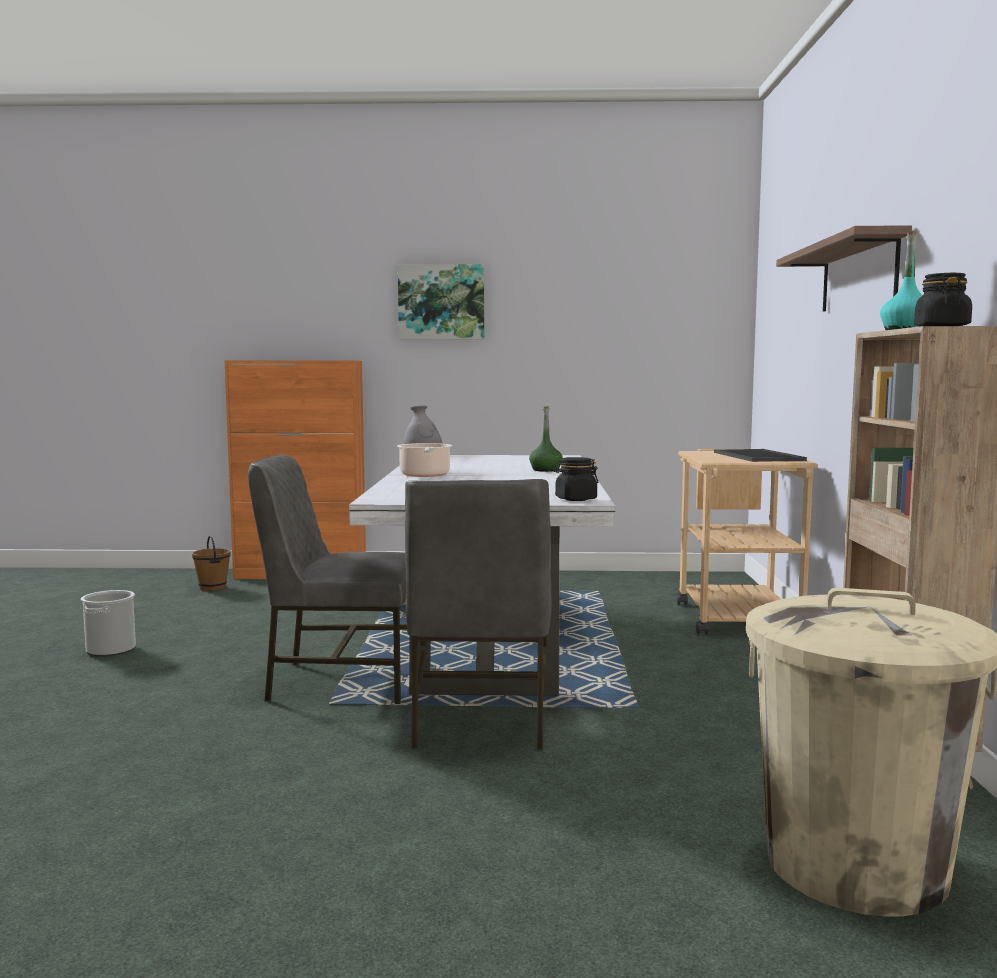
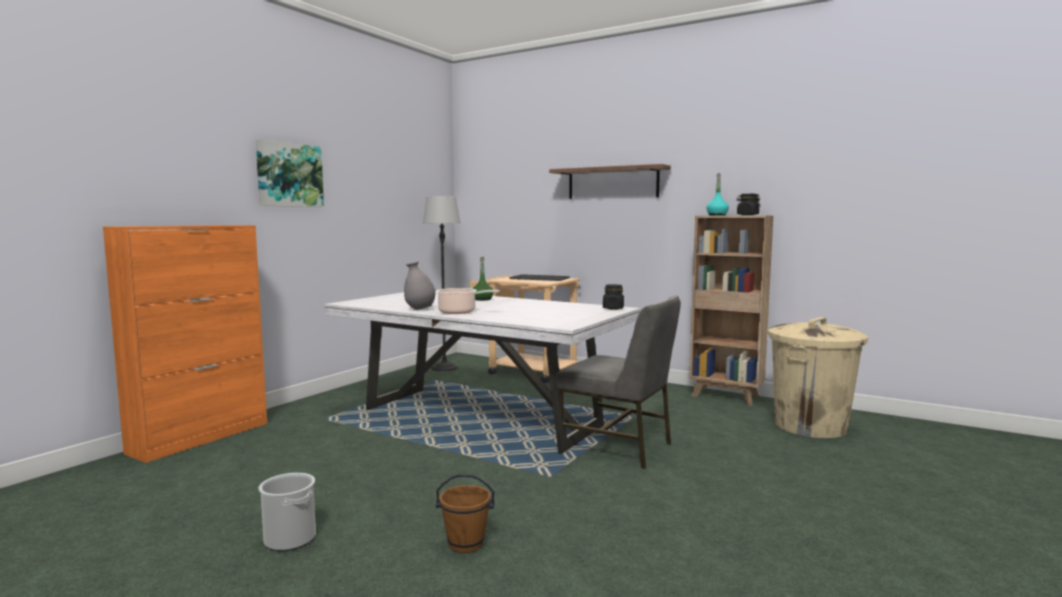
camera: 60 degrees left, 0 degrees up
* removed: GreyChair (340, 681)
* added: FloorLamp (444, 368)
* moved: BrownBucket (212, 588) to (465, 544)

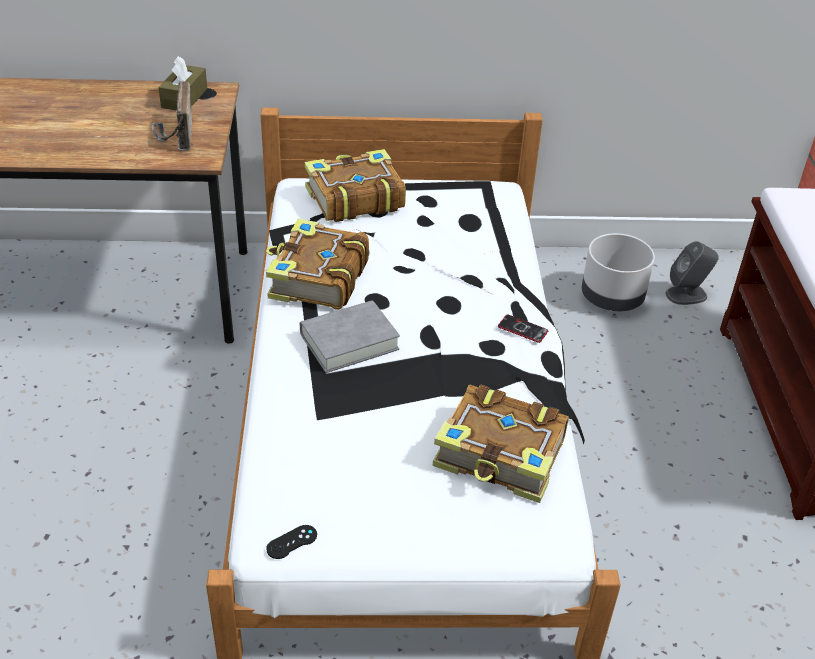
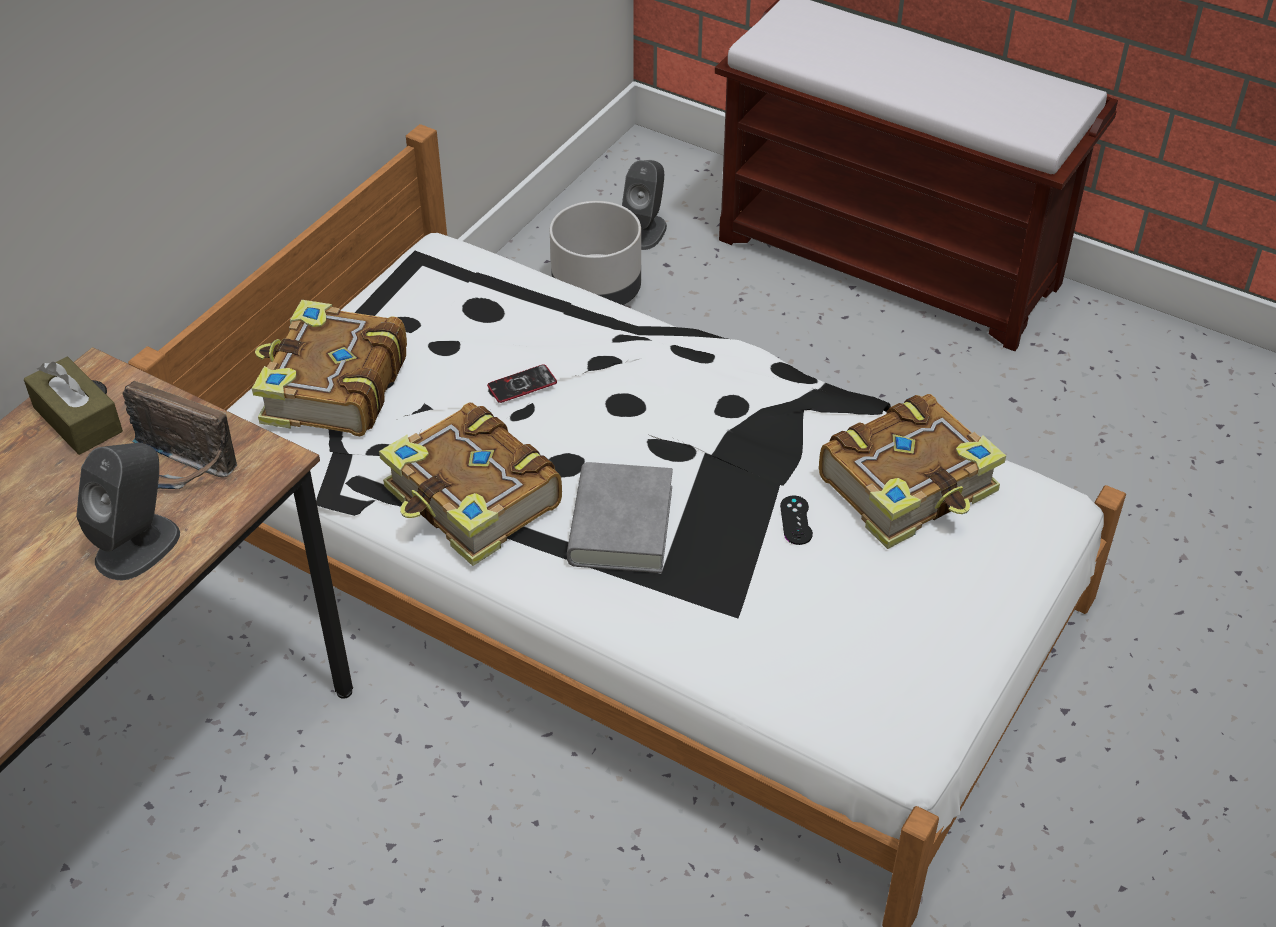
camera: 55 degrees left, 5 degrees up
* added: GreySpeaker (138, 546)
* moved: BlackGameController (292, 542) to (796, 520)
* moved: Phone (522, 329) to (522, 384)

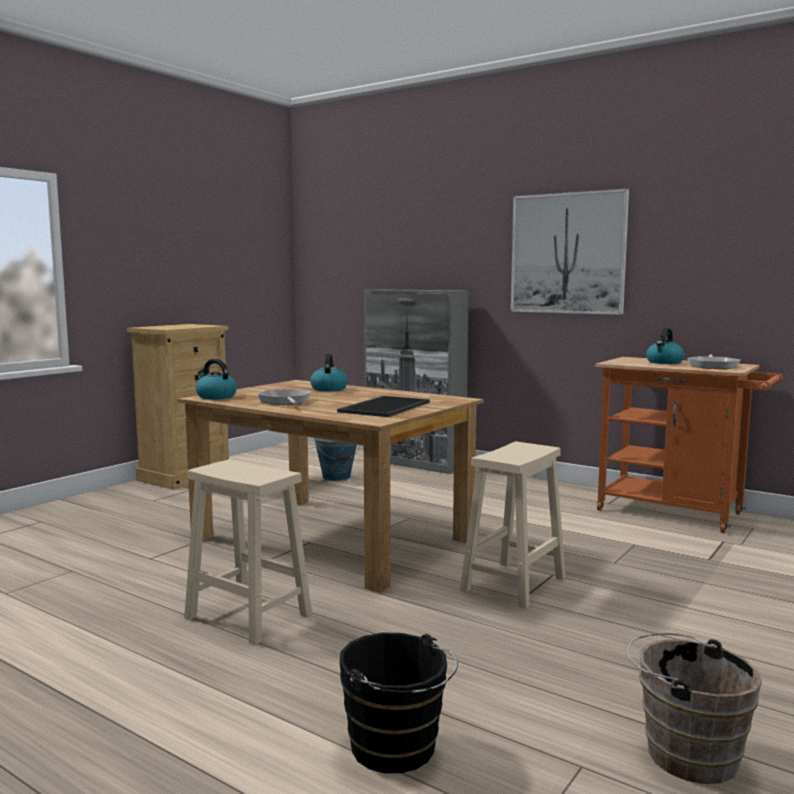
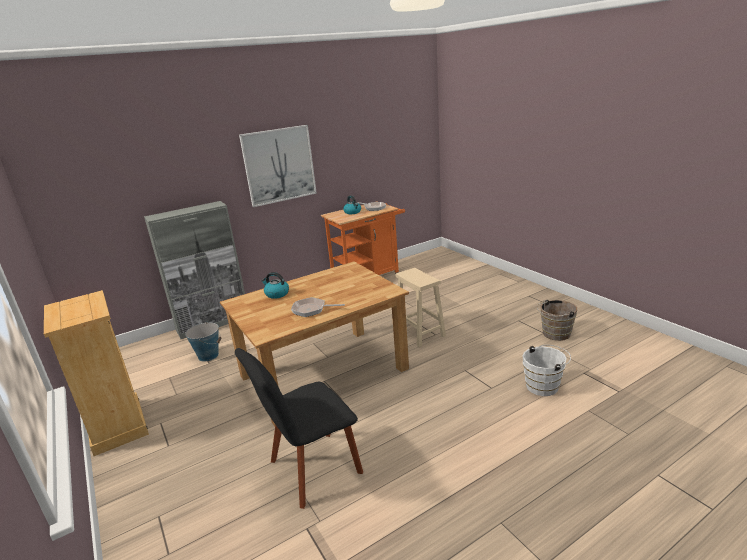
camera: 65 degrees left, 15 degrees up
* removed: BeigeStool (246, 616)
* removed: Kettle (215, 397)
* removed: Tray (384, 407)
* added: BlackChair (311, 469)
* recoloured: BlackBucket (397, 750) to WhiteBucket (544, 386)

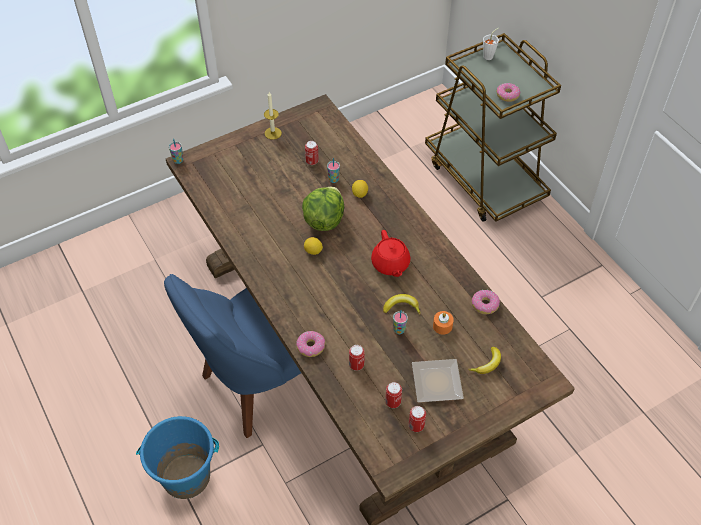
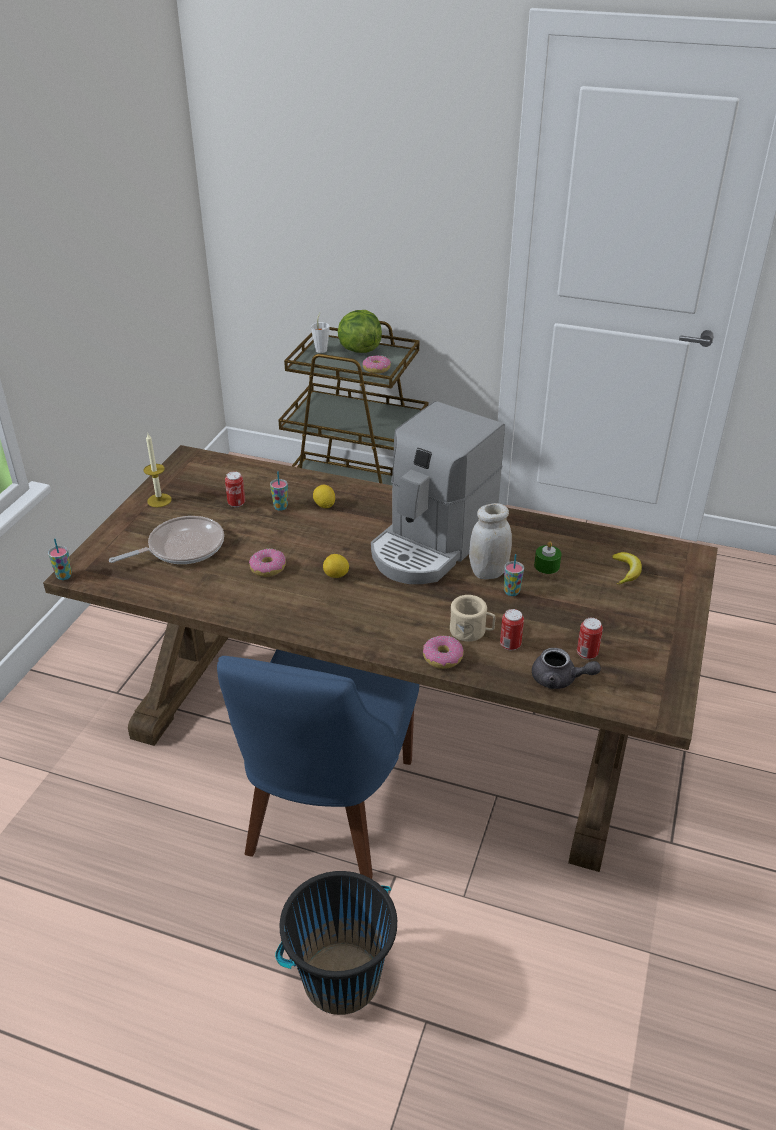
camera: 40 degrees left, 15 degrees down
* removed: Can (416, 426)
* removed: Plate (438, 383)
* added: FryingPan (181, 547)
* added: BeigeMug (471, 631)
* added: GreyTeapot (559, 680)
* moved: Lettuce (324, 220) to (359, 350)
* moved: Donut (485, 305) to (268, 568)
* replaced: RedTeapot (390, 264) to CoffeeMachine (431, 545)
* replaced: Banana (401, 307) to WhiteJar (488, 572)
* recoloured: BlueBucket (186, 476) to BlackBucket (341, 978)
* recoloured: OrangeCandle (442, 326) to GreenCandle (546, 566)

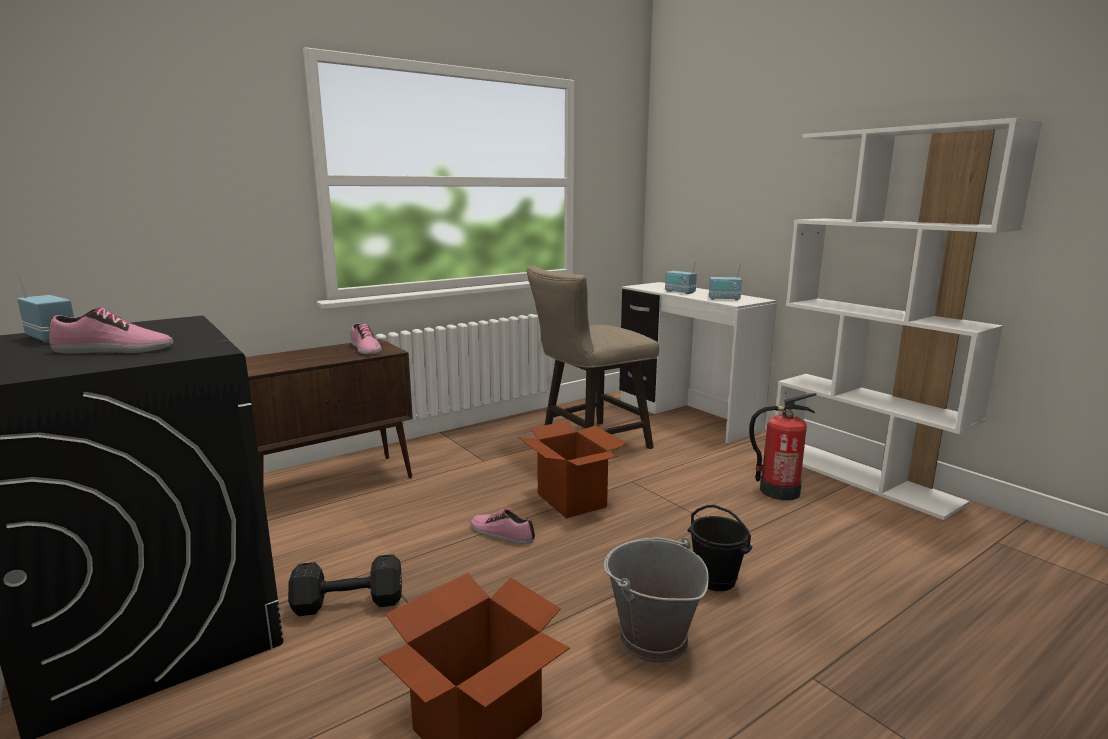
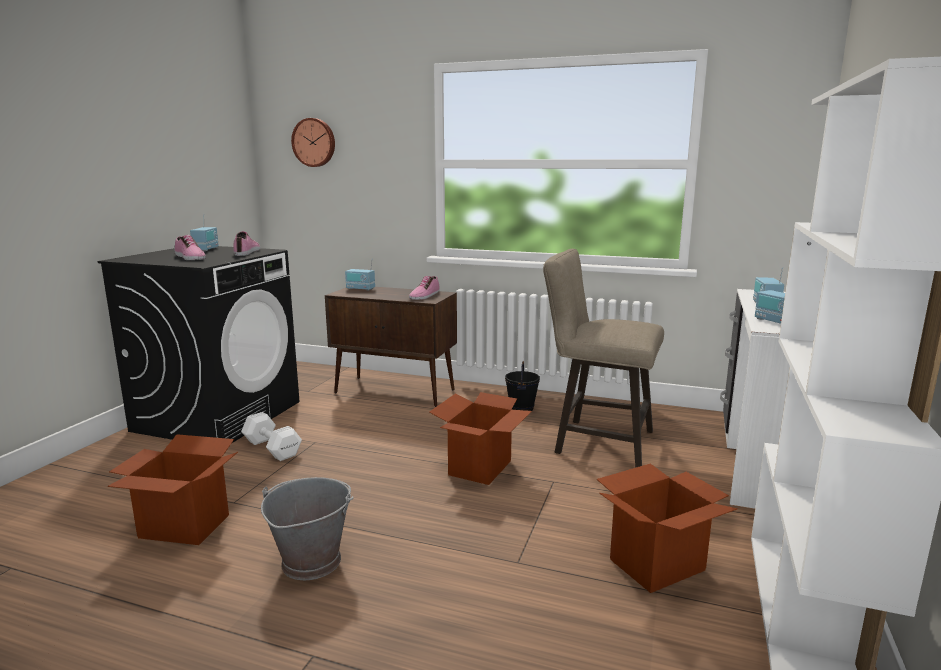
camera: 55 degrees right, 0 degrees up
* added: WallClock (314, 142)
* added: Radio (360, 289)
* moved: Shoe (502, 533) to (247, 252)
* moved: BlackBucket (716, 580) to (522, 409)
* replaced: FireExtinguisher (778, 491) to CardboardBox (657, 564)
* recoloured: BlackDumbbell (346, 603) to WhiteDumbbell (272, 448)

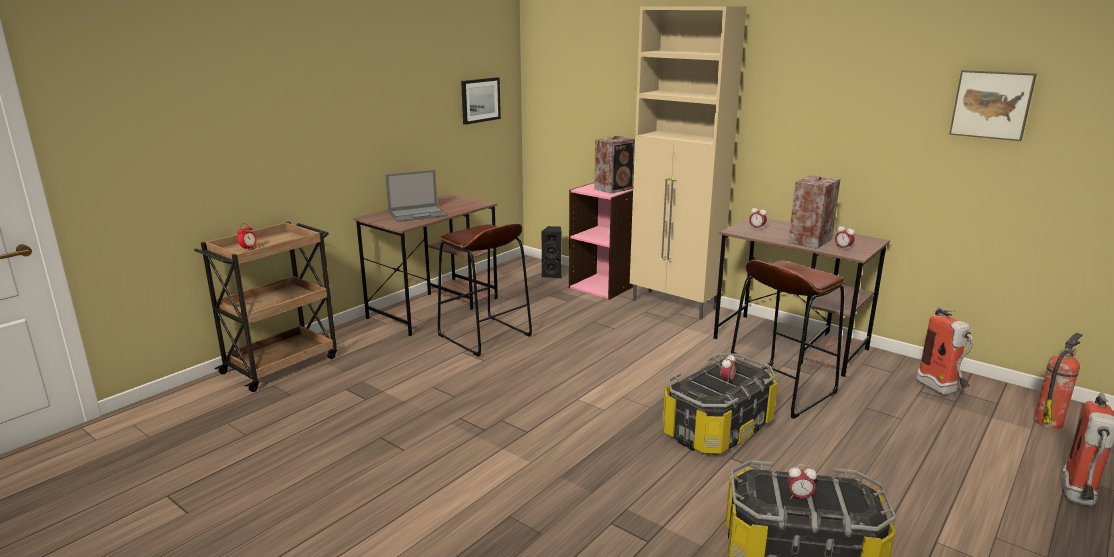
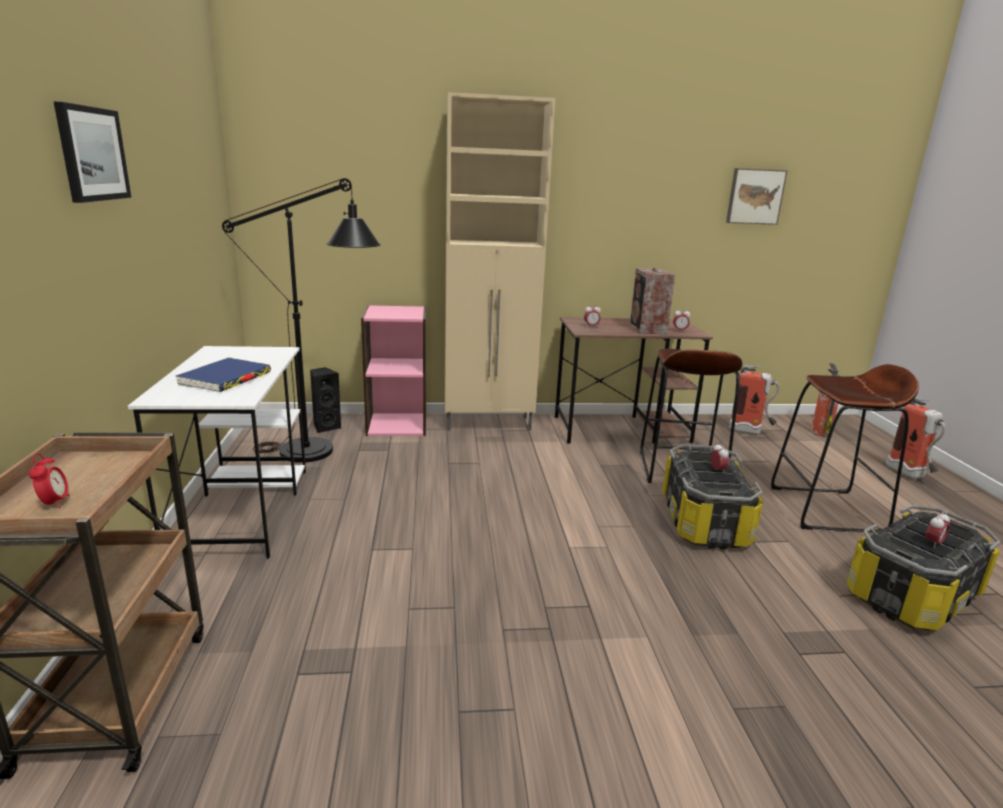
camera: 45 degrees left, 0 degrees up
* removed: Speaker (615, 188)
* added: BlackFloorLamp (321, 452)
* moved: BrownStool (484, 336) to (826, 510)
* moved: Picture (480, 100) to (92, 154)
* replaced: Laptop (418, 214) to BlueBook (225, 379)
* recoloured: BrownDesk (434, 307) to WhiteDesk (243, 509)

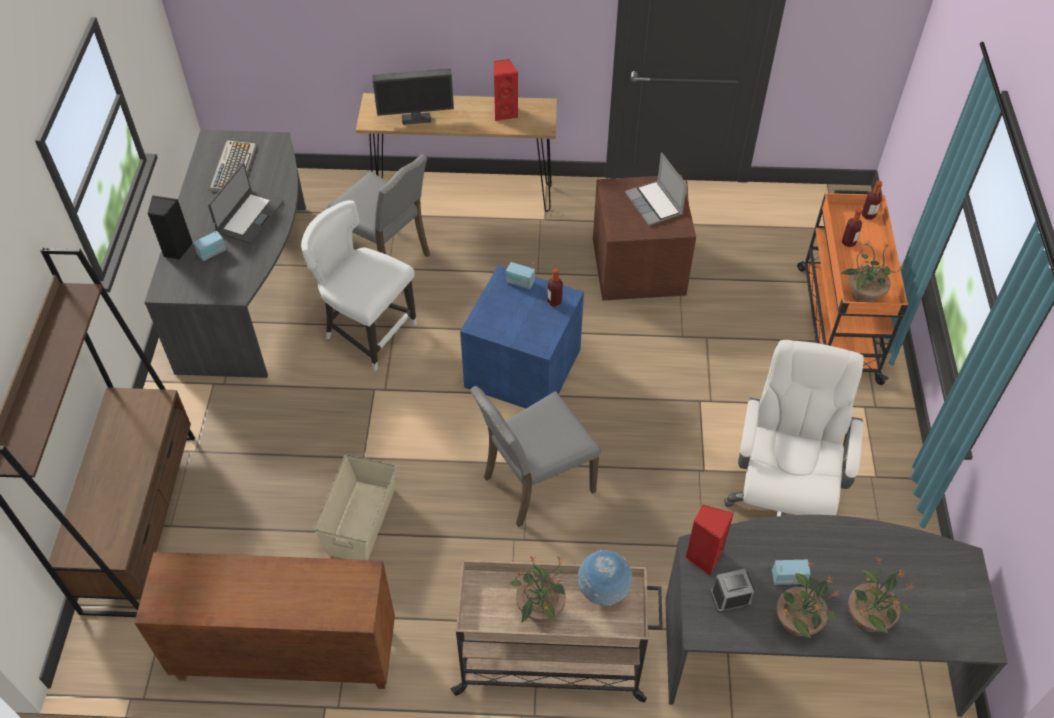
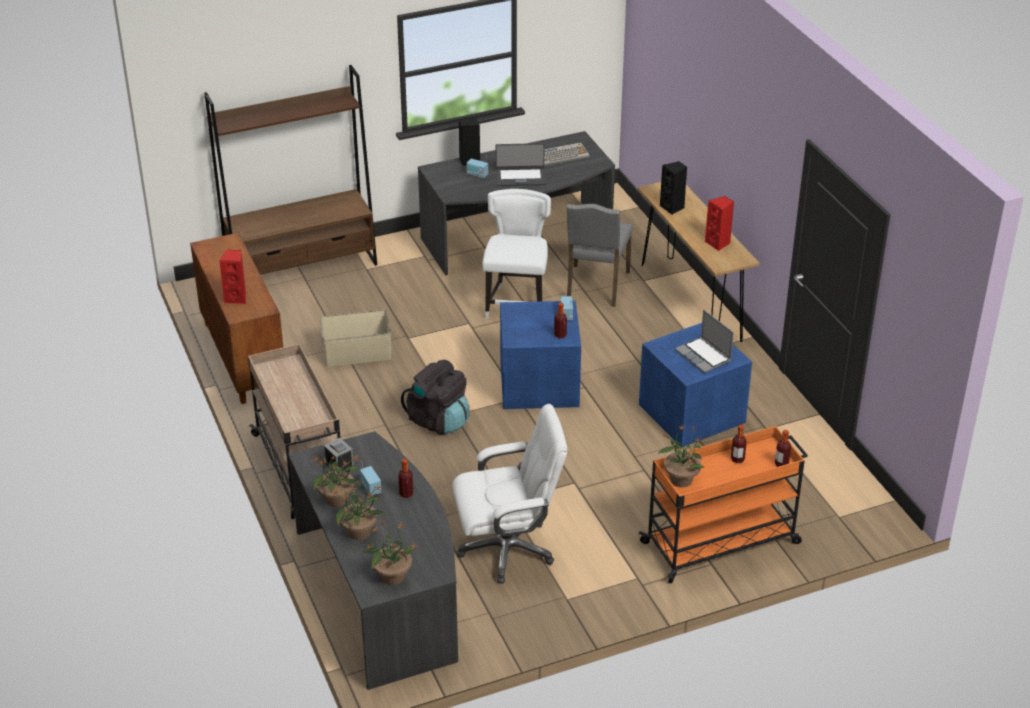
camera: 65 degrees right, 15 degrees down
* removed: Globe (603, 591)
* added: Bottle (406, 494)
* moved: PottedPlant (539, 609) to (392, 576)
* moved: RedSpeaker (703, 556) to (237, 298)
* replaced: Monitor (416, 119) to BlackSpeaker (672, 208)
* replaced: GreyChair (535, 483) to BlackBackpack (438, 420)
* recoloured: BrownStorageBox (639, 265) to BlueStorageBox (693, 413)
* turned: Laptop (655, 204) = (704, 356) 75 degrees counterclockwise

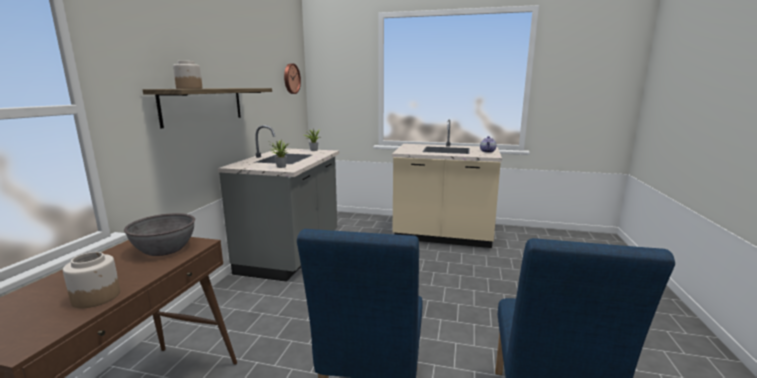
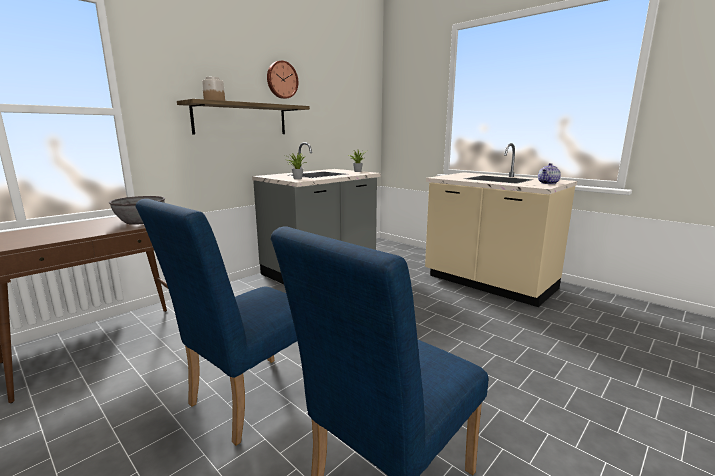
camera: 30 degrees right, 0 degrees up
* removed: Jar (96, 297)
* moved: WallClock (291, 78) to (281, 80)

